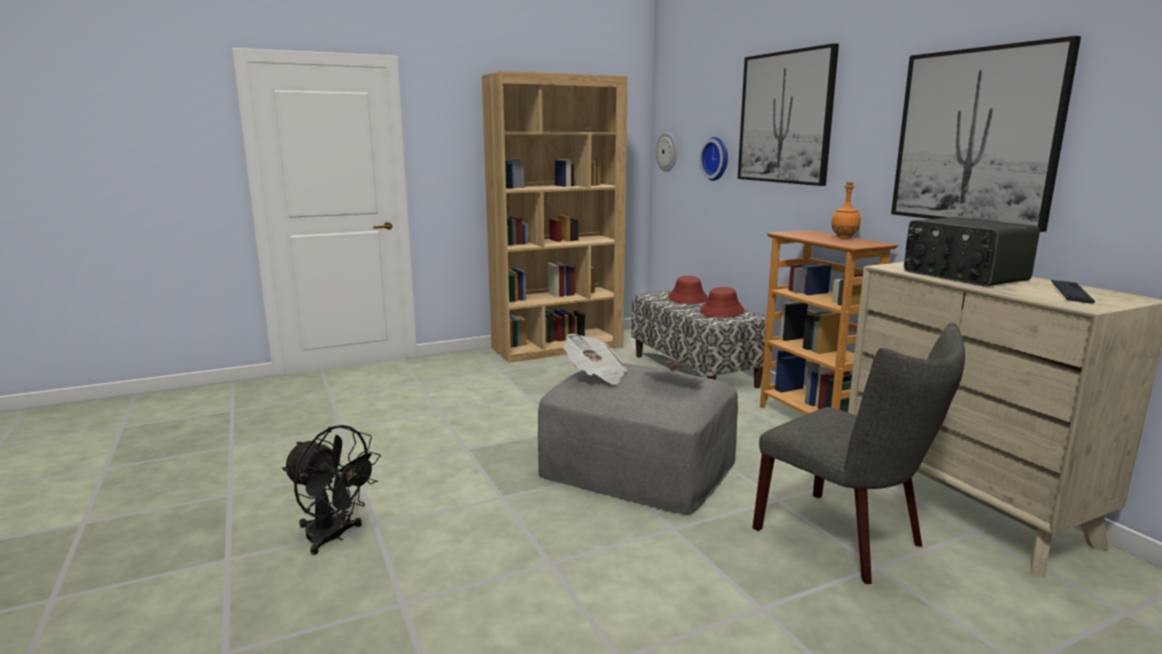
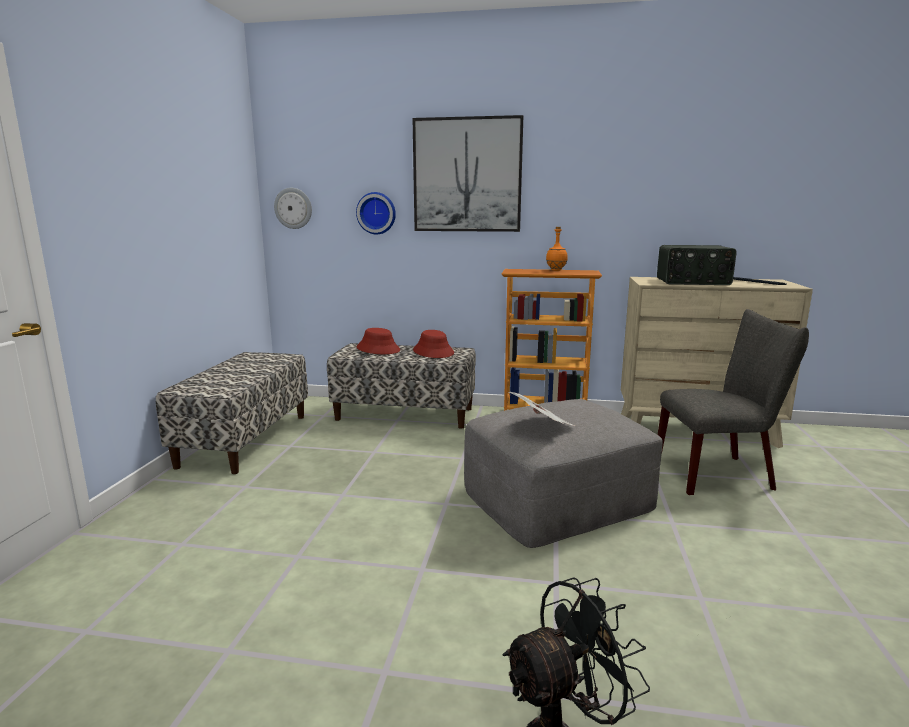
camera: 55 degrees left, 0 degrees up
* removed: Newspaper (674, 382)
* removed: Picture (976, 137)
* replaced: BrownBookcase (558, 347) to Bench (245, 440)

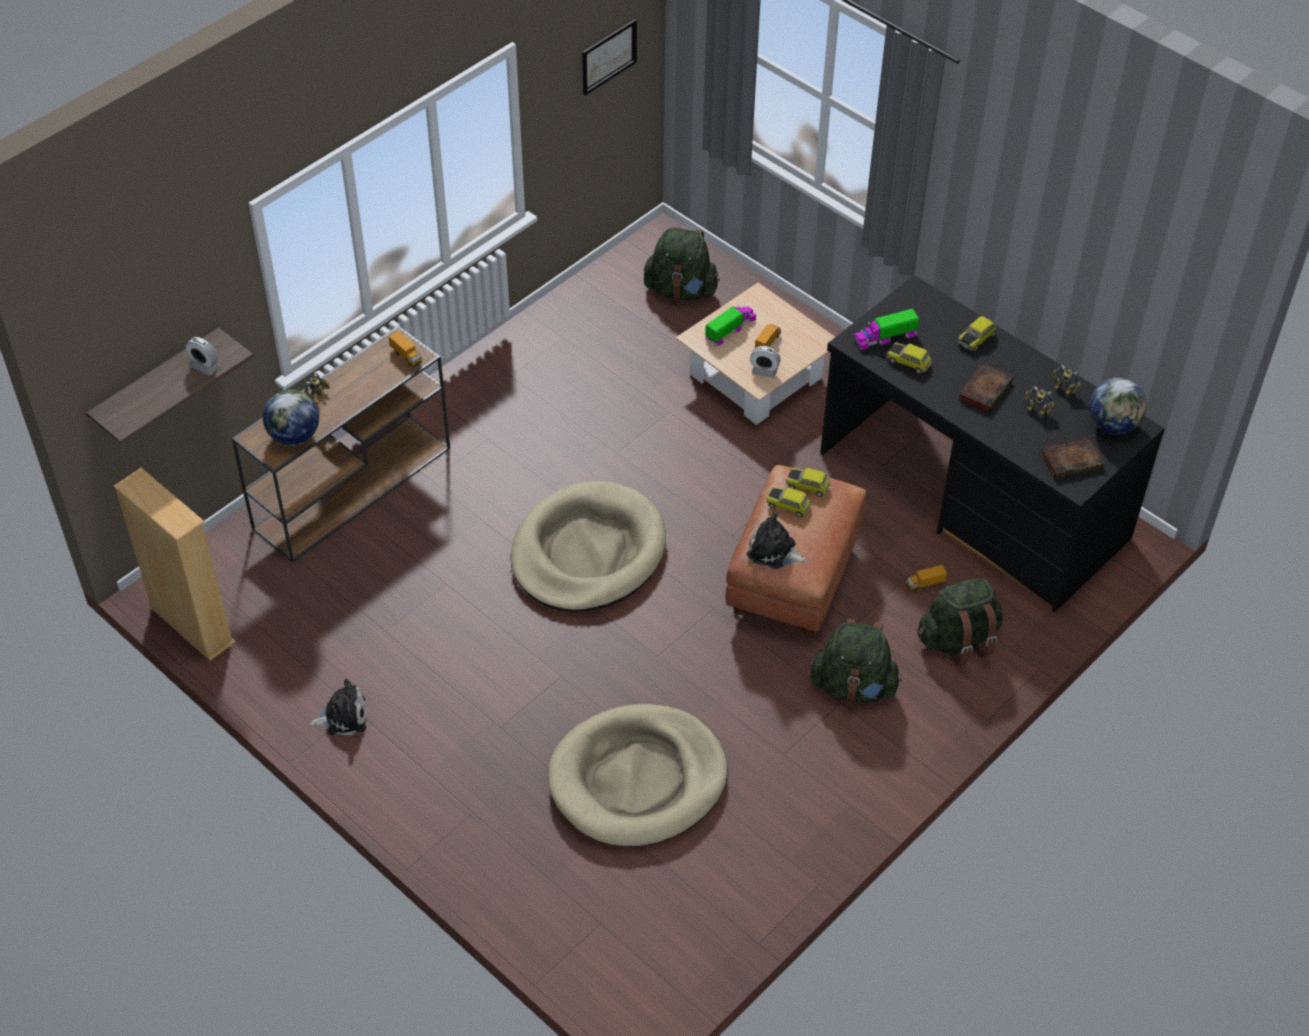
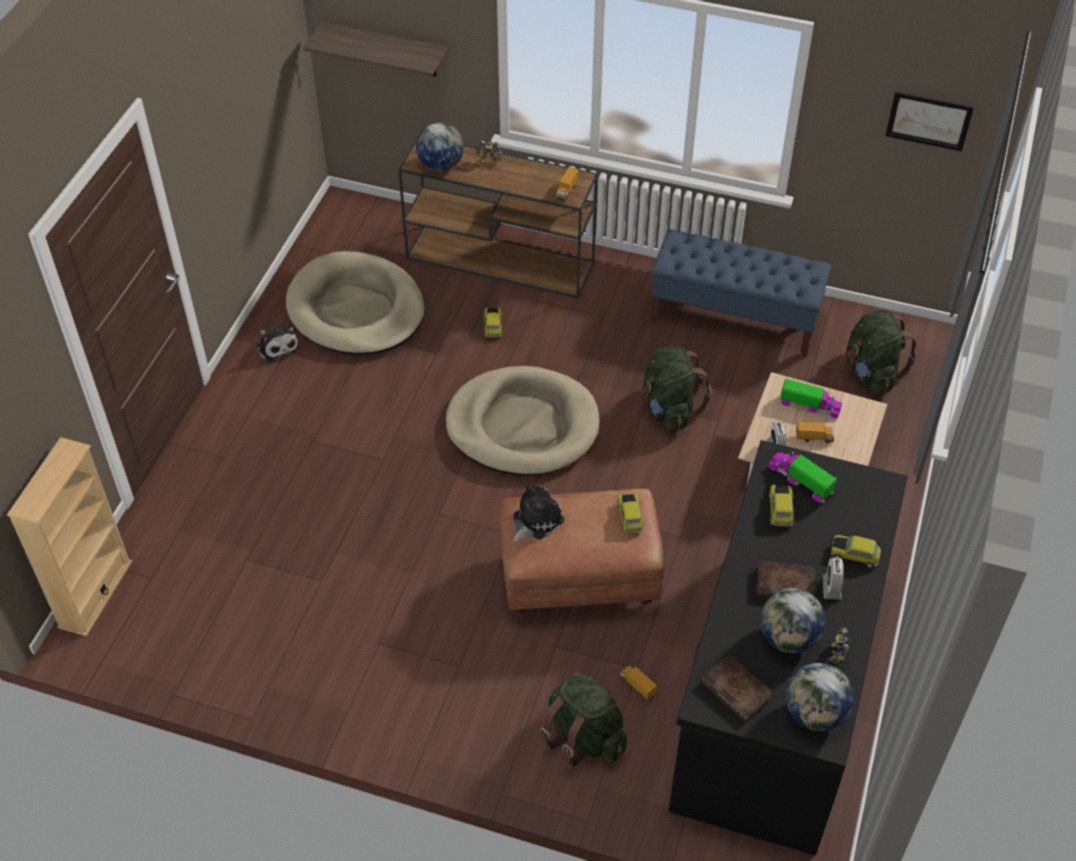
camera: 65 degrees right, 0 degrees up
* added: BlueBench (735, 319)
* moved: BeigeBookcase (192, 625) to (95, 594)
* moved: AlarmClock (205, 366) to (831, 588)
* moved: BeigeDogBed (637, 779) to (356, 309)
* moved: ToyCar (789, 505) to (493, 326)
* moved: GreenBackpack (853, 686) to (669, 409)
* replaced: ToyRobot (1037, 410) to Globe (788, 638)
* turned: PlushToy (774, 551) = (535, 520) 45 degrees clockwise

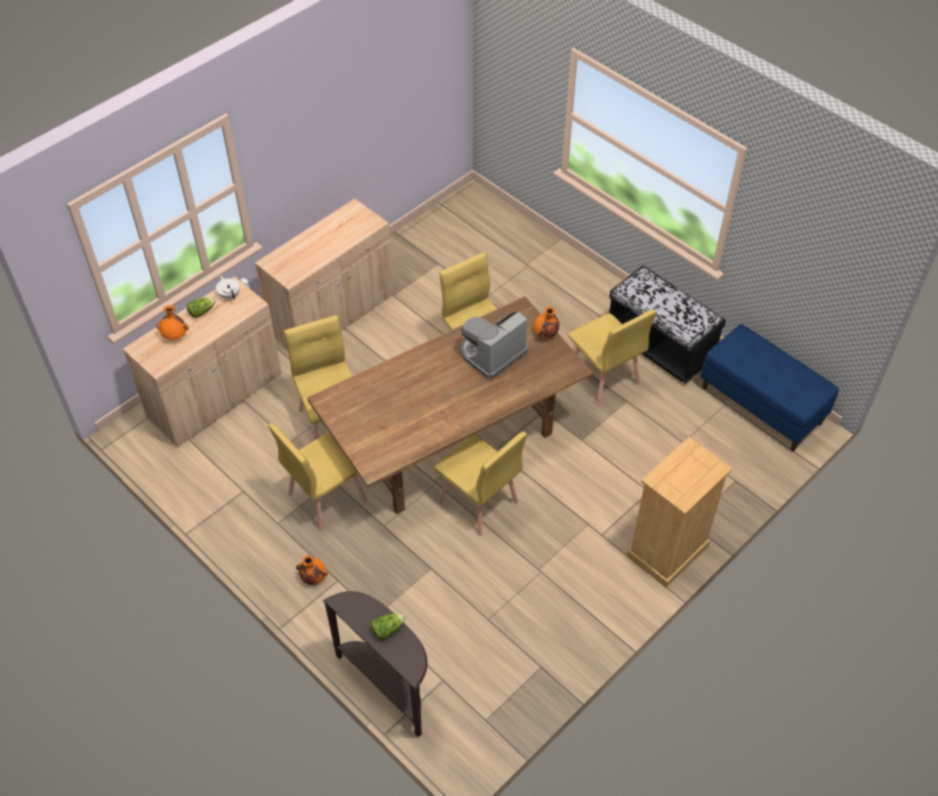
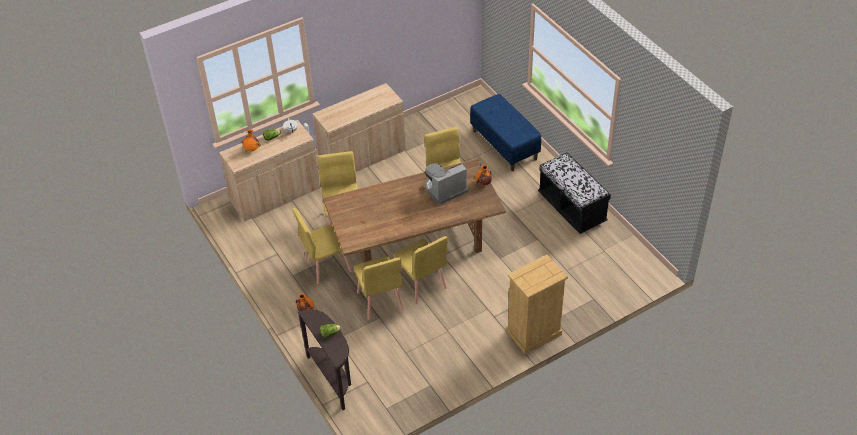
camera: 15 degrees right, 5 degrees down
* moved: YellowChair (603, 377) to (379, 301)
* moved: BlueBench (762, 405) to (505, 145)

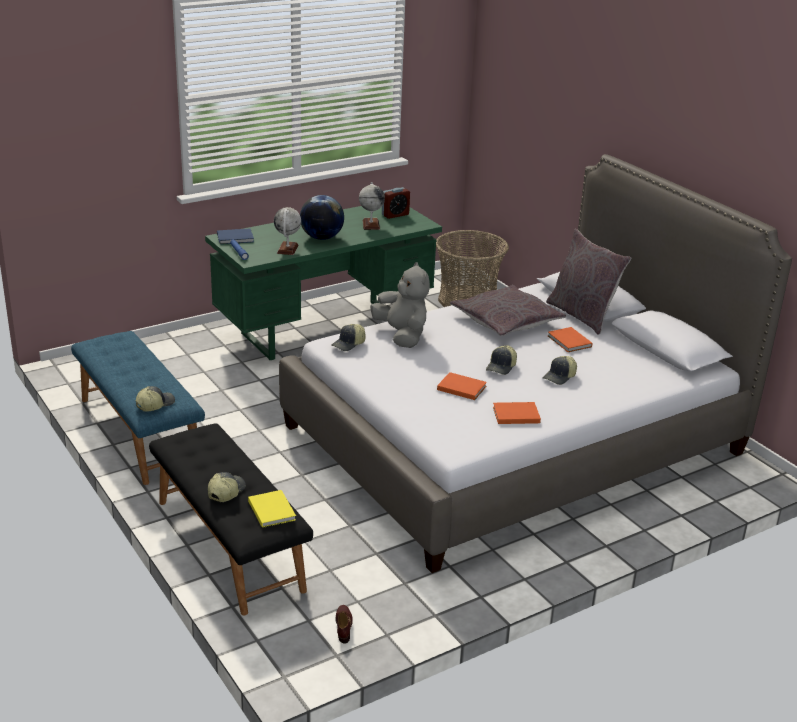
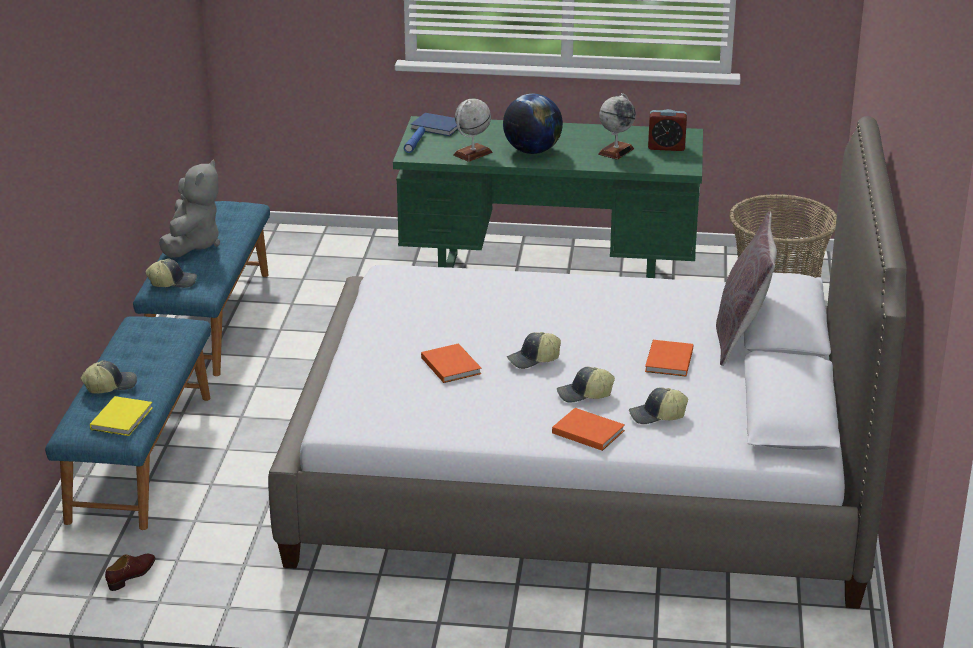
camera: 40 degrees right, 0 degrees up
* removed: GreyPillow (506, 321)
* moved: Cap (349, 344) to (657, 416)
* moved: GreyPlushToy (402, 335) to (192, 244)
* moved: OrangeBook (514, 414) to (587, 431)
* recoloured: BlackBench (228, 545) to BlueBench (139, 457)

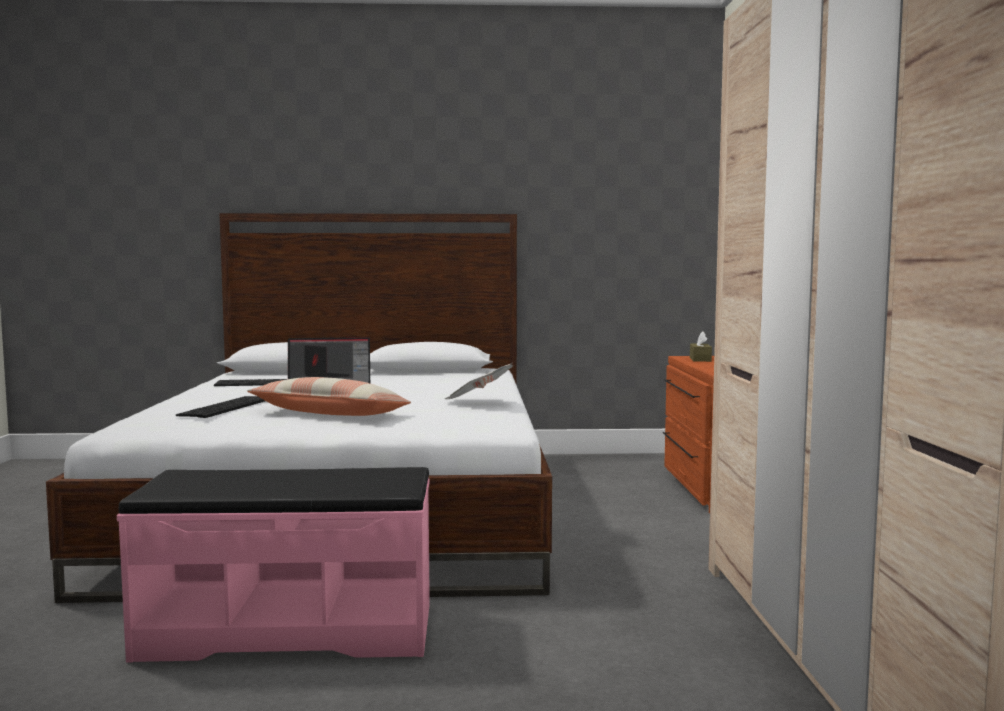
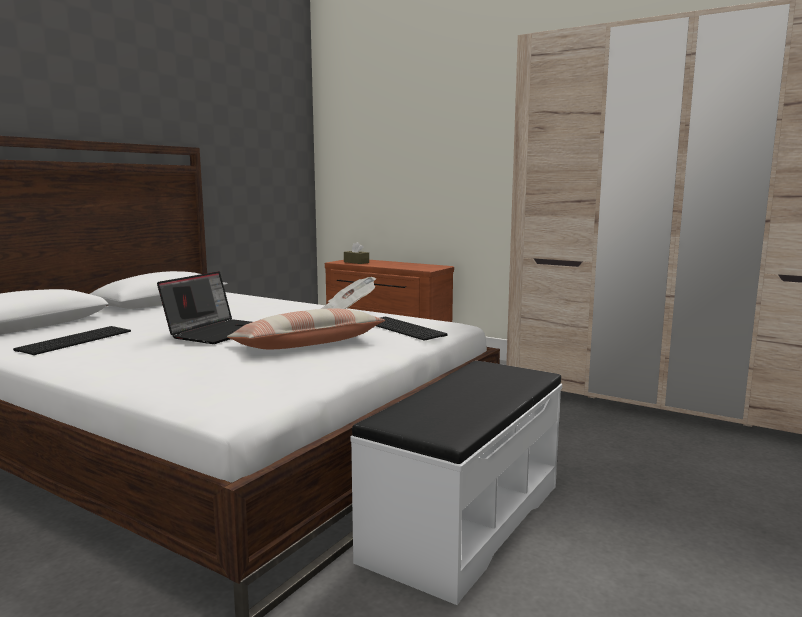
camera: 55 degrees left, 5 degrees up
* moved: Keyboard (227, 407) to (405, 328)
* recoloured: PinkBench (290, 630) to WhiteBench (464, 520)

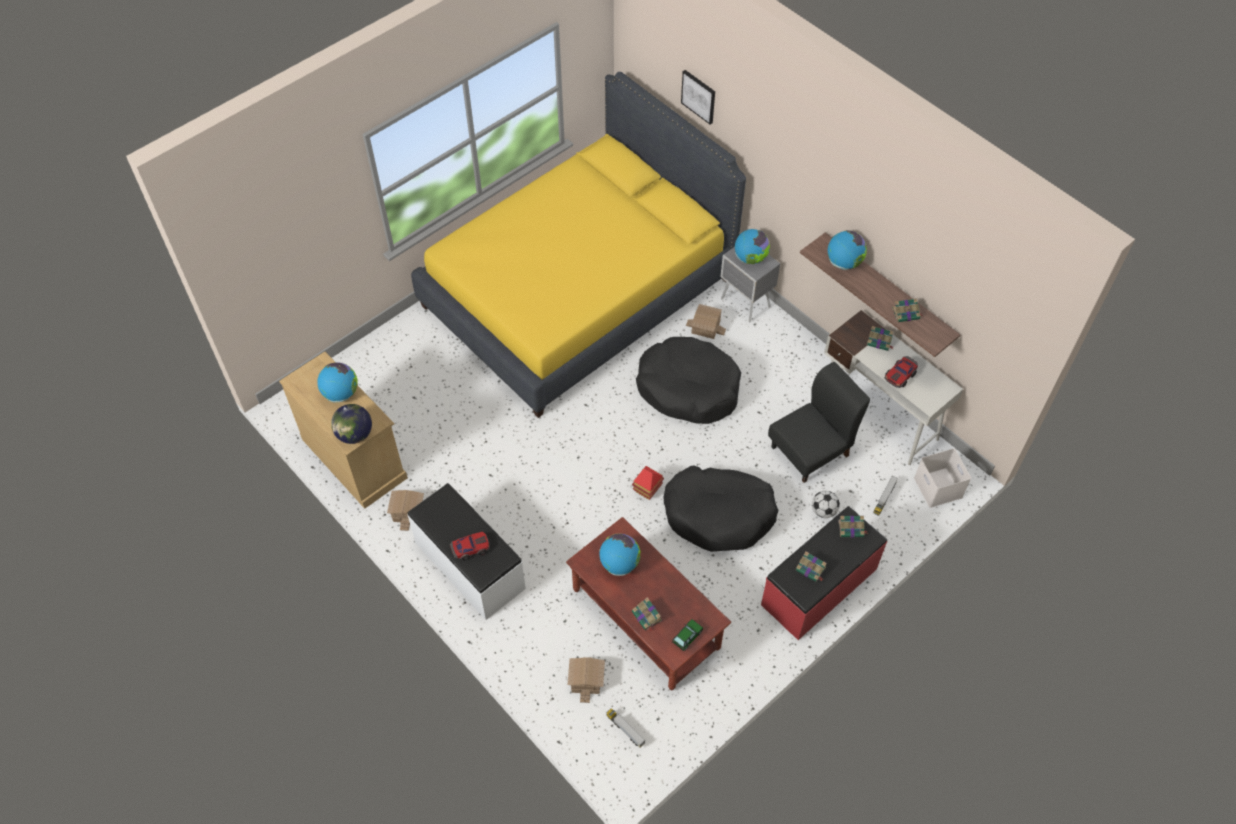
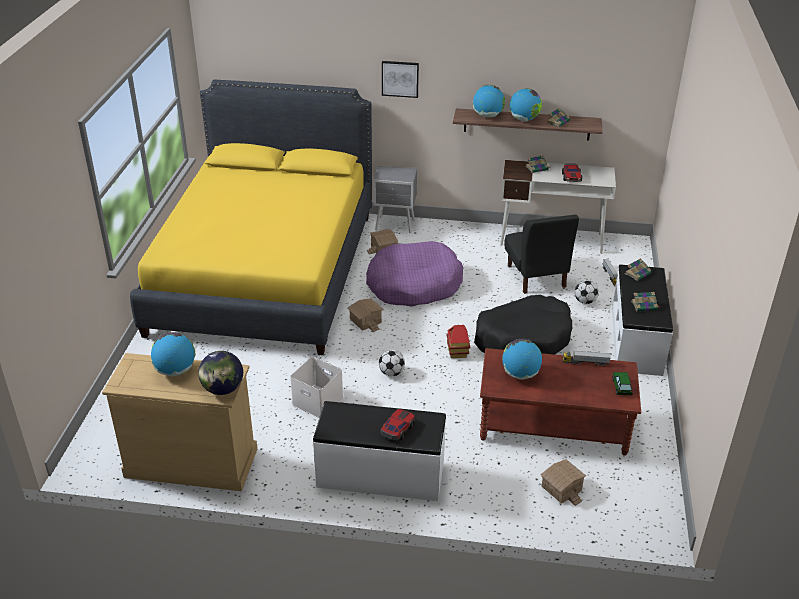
camera: 40 degrees left, 20 degrees down
* removed: Book (647, 617)
* added: Football (391, 373)
* moved: ToyHouse (408, 511) to (366, 320)
* moved: ToyTruck (625, 730) to (585, 362)
* moved: Picture (699, 96) to (400, 78)
* moved: Globe (750, 258) to (524, 119)
* moved: WhiteStorageBox (937, 487) to (316, 401)
* recoloured: BlackDogBed (688, 388) to PurpleDogBed (413, 285)
* recoloured: RedBench (820, 587) to WhiteBench (637, 341)
* turned: BlackChair (811, 451) = (536, 276) 150 degrees clockwise

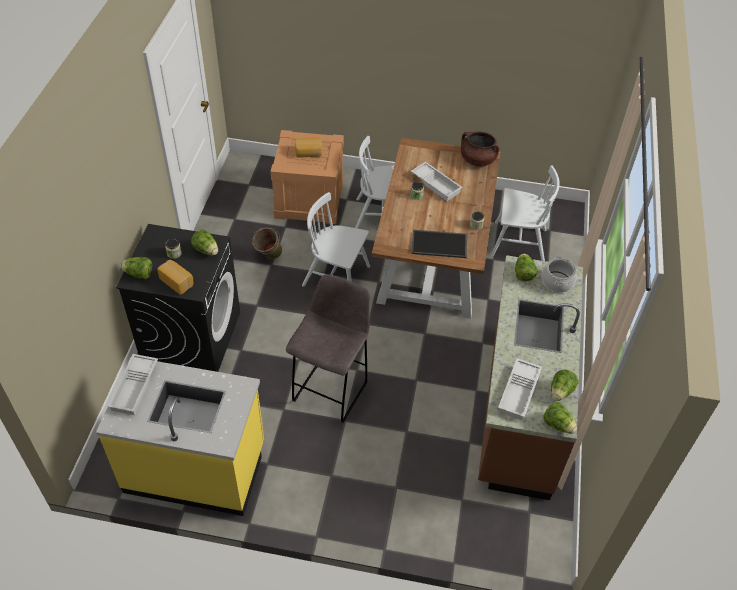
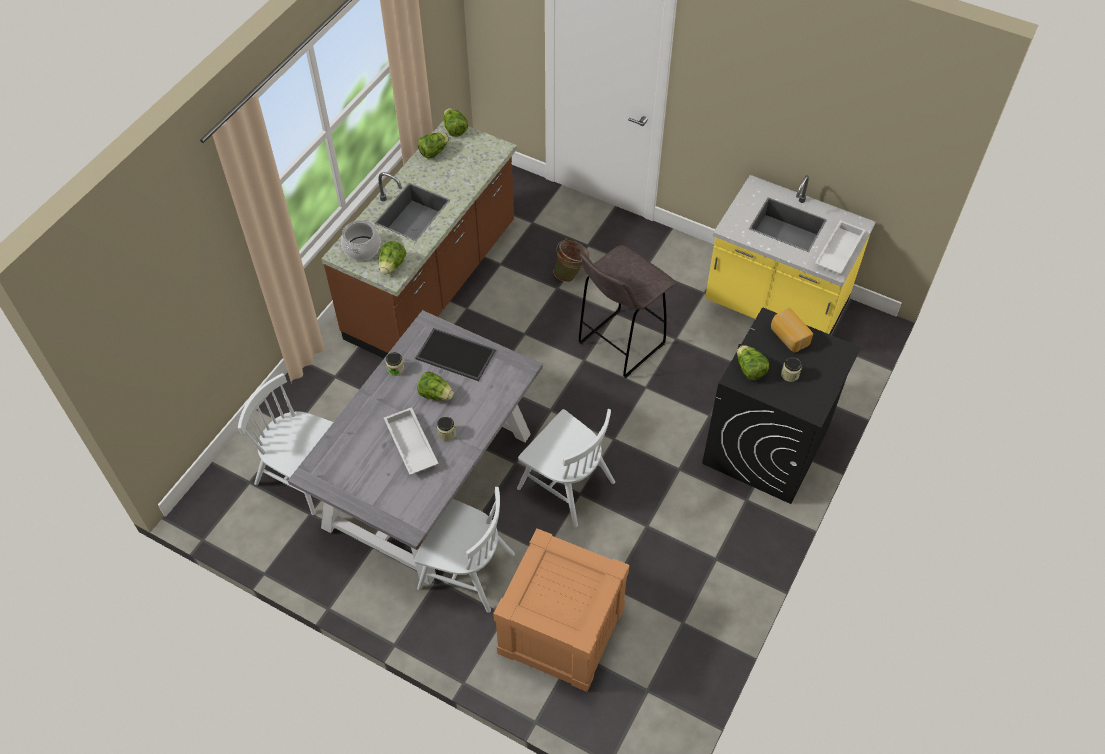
camera: 160 degrees left, 5 degrees up
* removed: Bread (308, 153)
* removed: BrownCookingPot (477, 160)
* removed: WhiteTray (519, 392)
* moved: Lettuce (139, 274) to (436, 394)
* moved: GreenBucket (268, 257) to (571, 274)
* recoloured: BrownDiningTable (433, 258) to GreyDiningTable (429, 479)

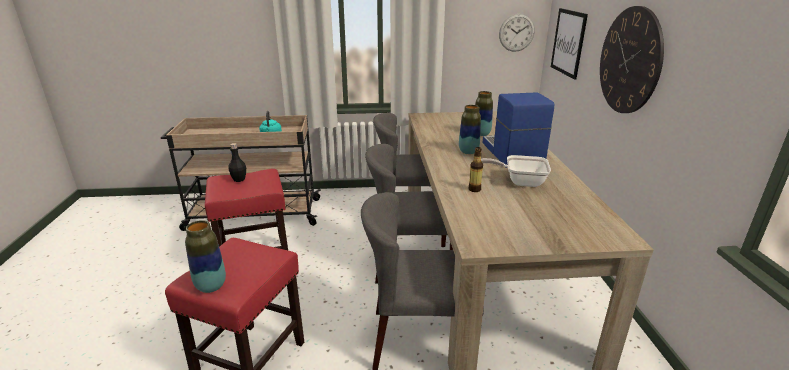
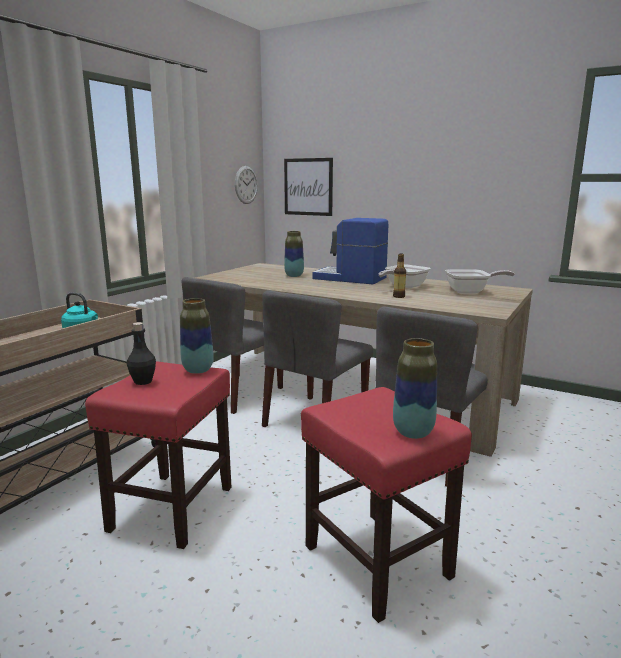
camera: 55 degrees left, 10 degrees down
* removed: WallClock (629, 61)
* added: FryingPan (471, 292)
* moved: Vase (468, 152) to (198, 370)

